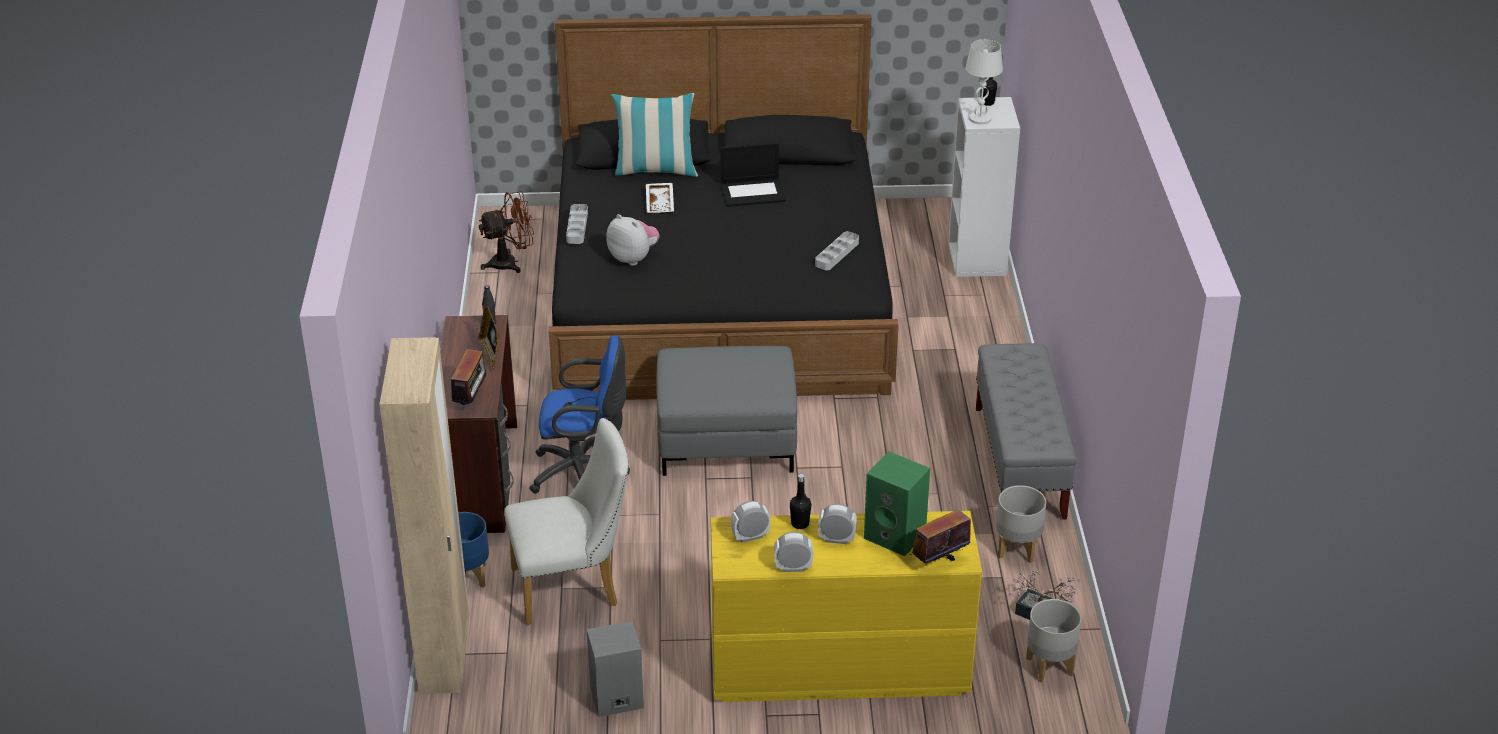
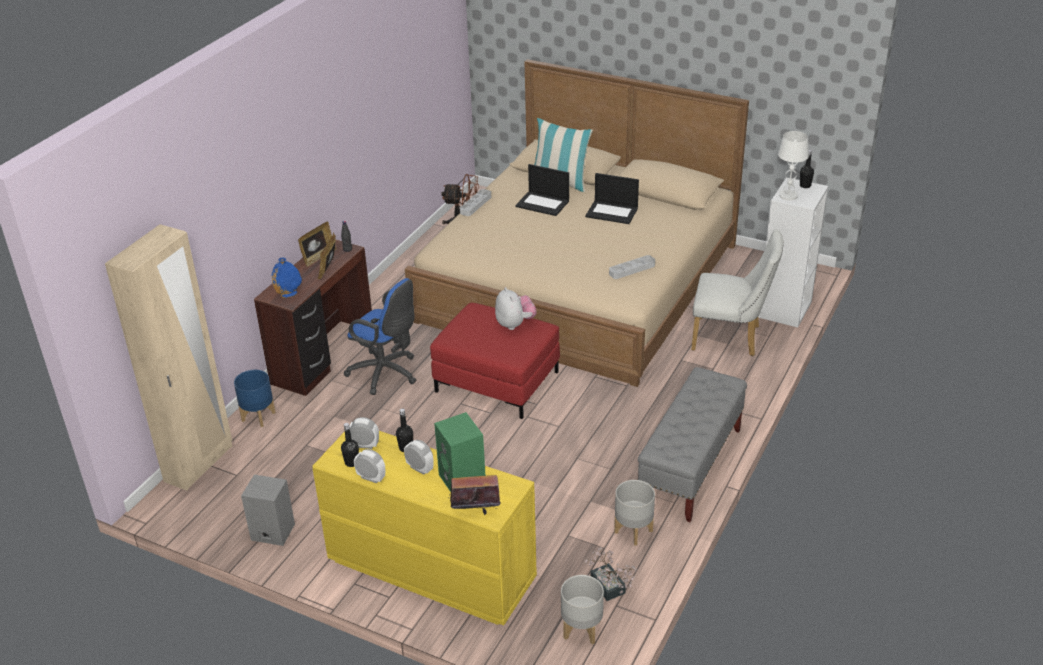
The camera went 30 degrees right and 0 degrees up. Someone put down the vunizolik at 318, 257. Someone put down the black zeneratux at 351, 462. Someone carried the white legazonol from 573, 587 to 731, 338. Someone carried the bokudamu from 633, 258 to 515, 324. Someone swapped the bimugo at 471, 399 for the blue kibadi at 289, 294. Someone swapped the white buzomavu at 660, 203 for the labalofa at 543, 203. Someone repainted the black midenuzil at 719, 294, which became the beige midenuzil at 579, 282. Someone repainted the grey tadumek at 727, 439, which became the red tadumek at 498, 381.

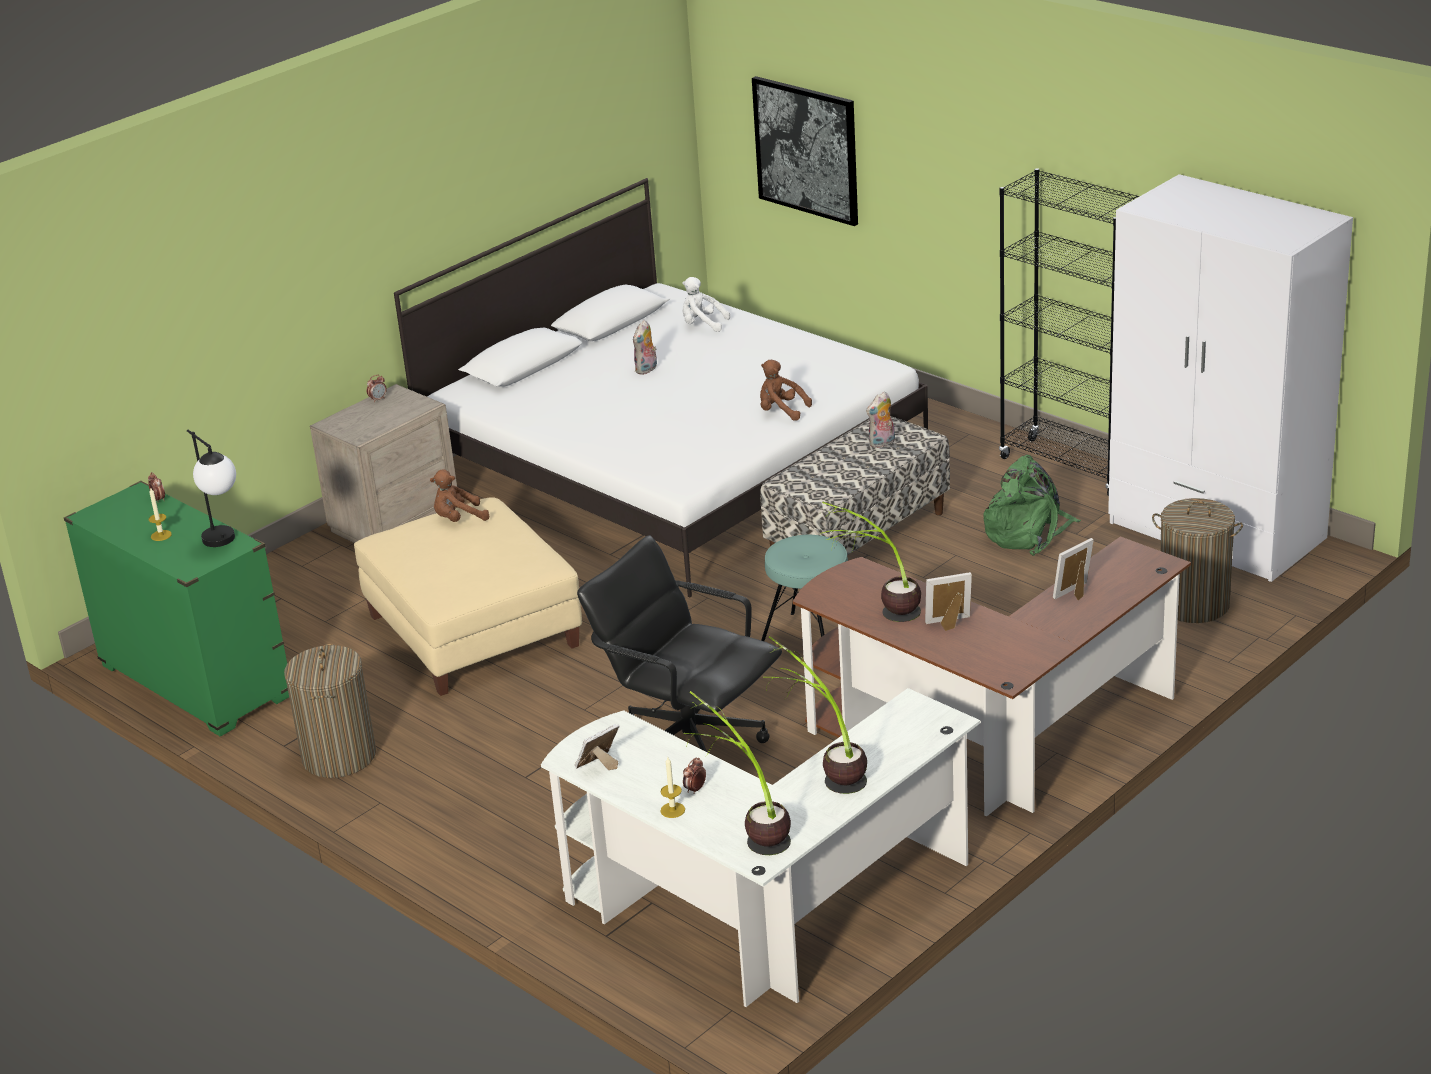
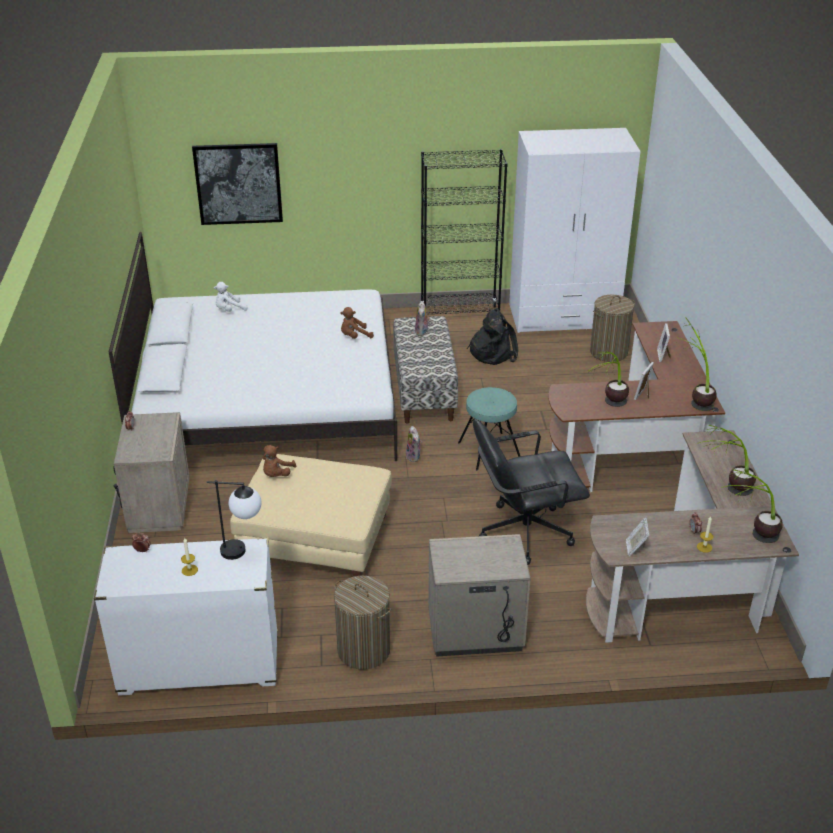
The camera went 50 degrees left and 5 degrees up. Someone put down the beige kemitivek at 475, 632. Someone put down the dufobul at 694, 397. Someone carried the bokudamu from 647, 370 to 414, 457. Someone repainted the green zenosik at 195, 682, which became the white zenosik at 199, 666. Someone repainted the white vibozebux at 763, 912, which became the brown vibozebux at 689, 586. Someone repainted the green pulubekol at 1028, 532, which became the black pulubekol at 492, 352.

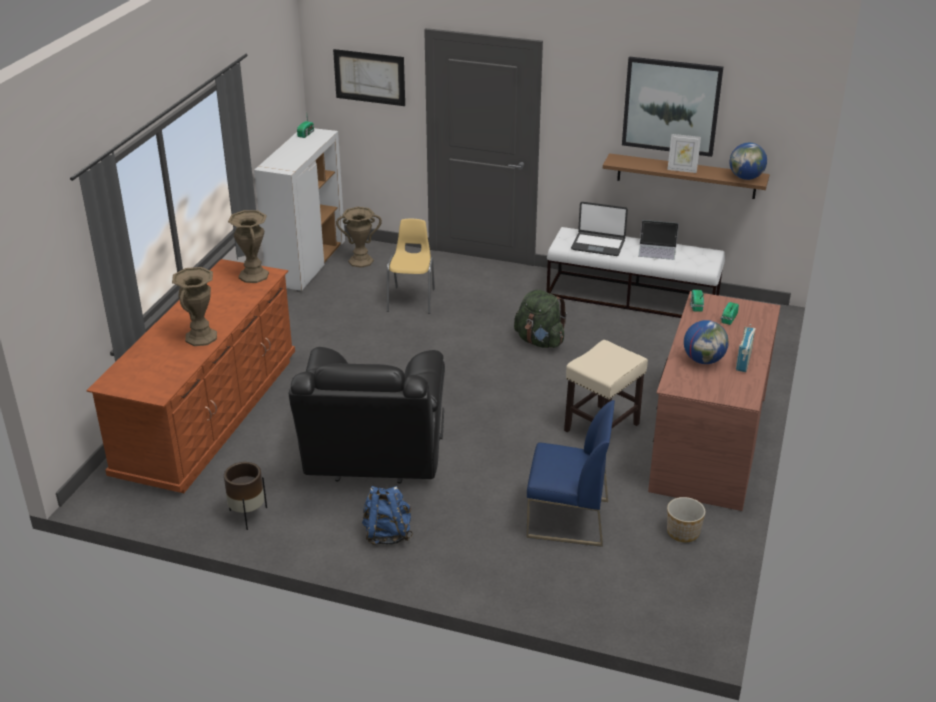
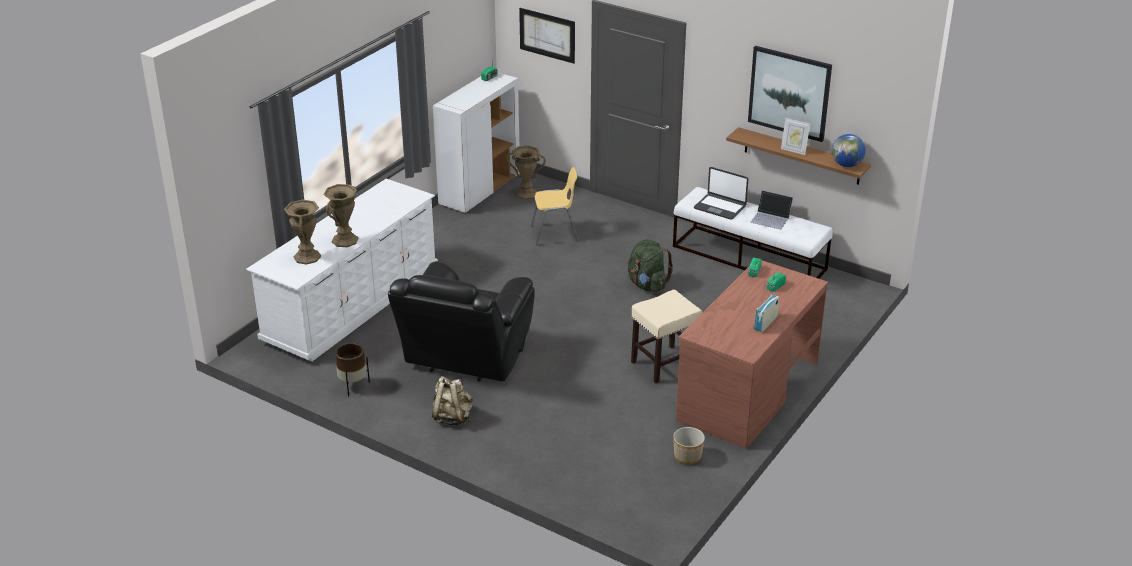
The camera went 15 degrees right and 0 degrees up. Someone took away the blue legazonol at 567, 519. Someone took away the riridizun at 703, 360. Someone carried the brown kibadi from 253, 275 to 307, 257. Someone repainted the brown zenosik at 209, 416, which became the white zenosik at 352, 305. Someone repainted the blue pulubekol at 387, 534, which became the beige pulubekol at 452, 417. Someone rotated the yellow legazonol at 412, 300 by 60 degrees clockwise.

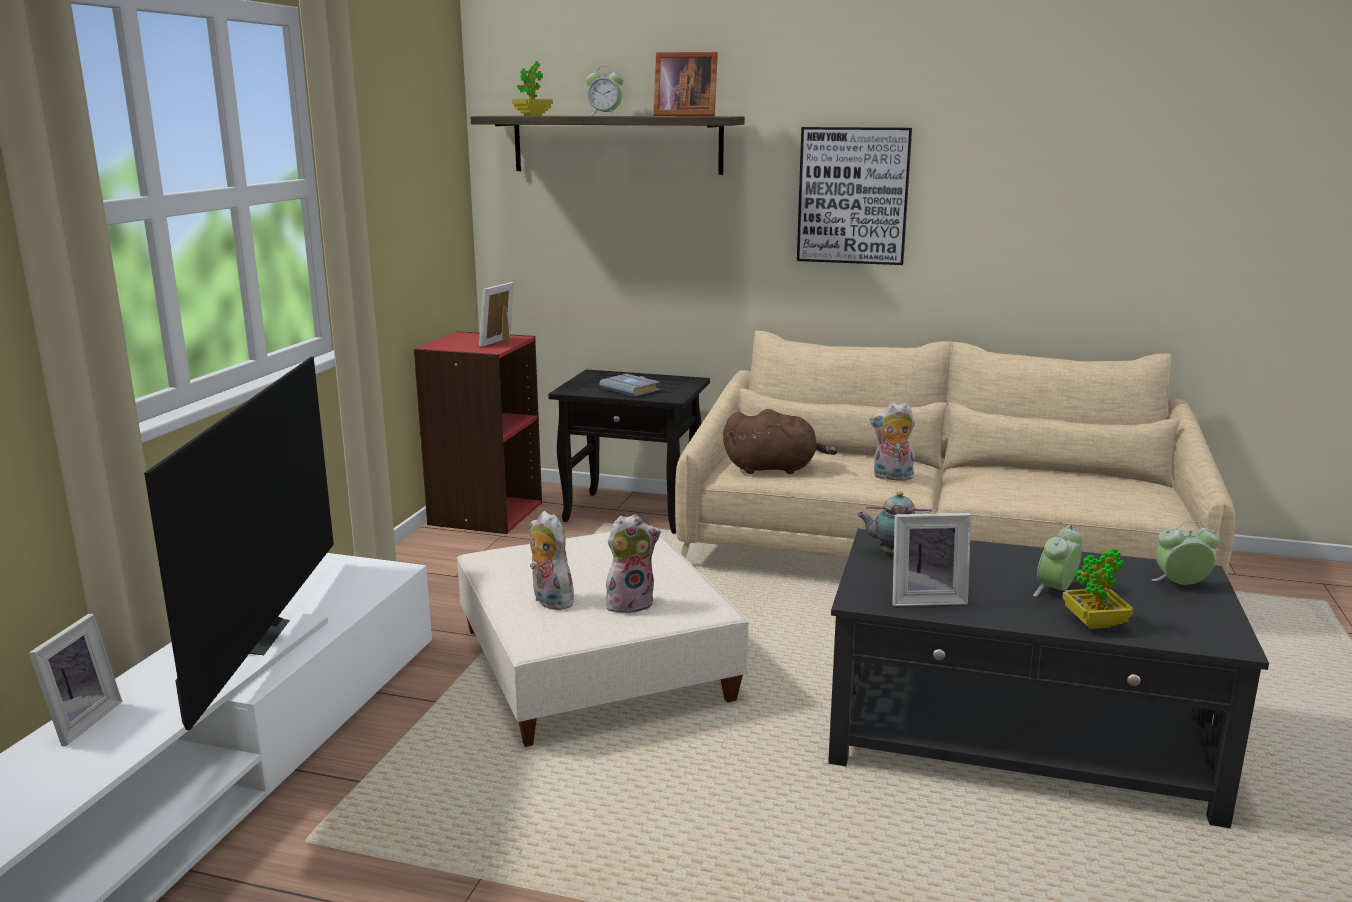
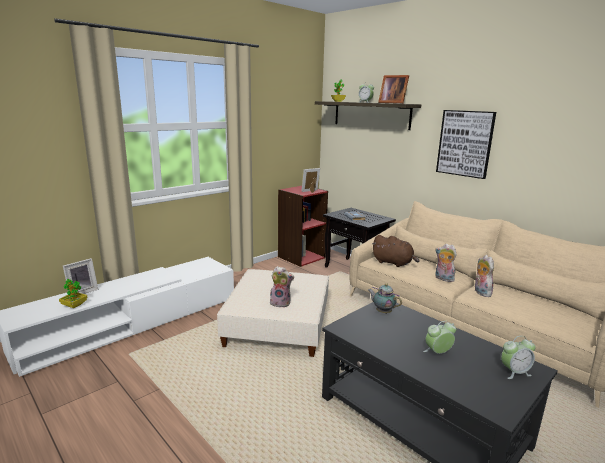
The camera went 30 degrees right and 0 degrees up. Someone took away the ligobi at 252, 636. Someone took away the vunizolik at 926, 598. Someone carried the bokudamu from 549, 601 to 480, 292. Someone carried the dufobul from 1094, 623 to 74, 305. Someone rotated the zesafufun at 1180, 585 by 135 degrees clockwise.

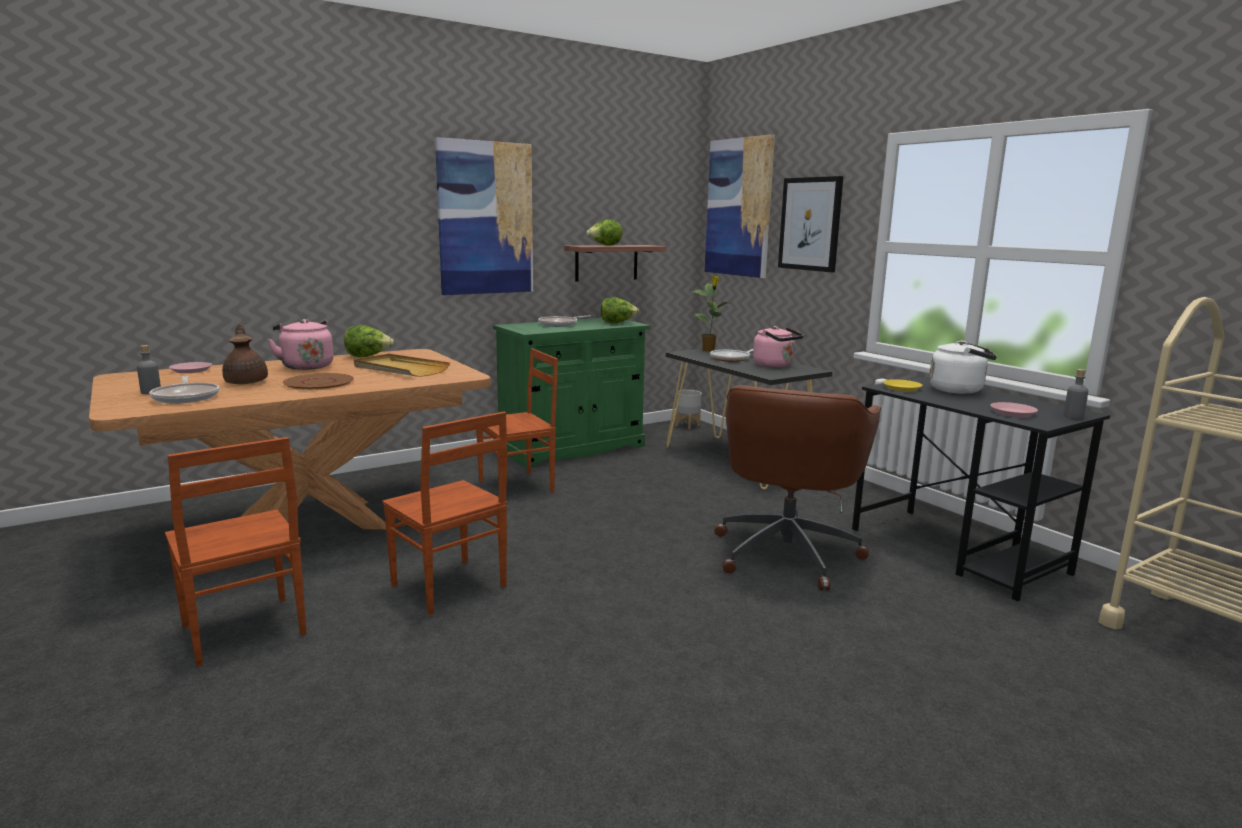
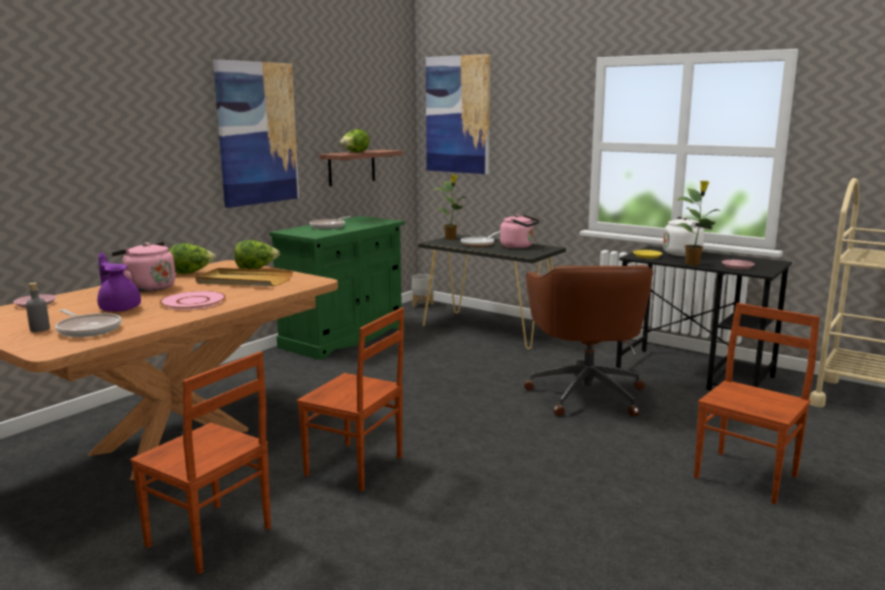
The camera went 20 degrees left and 0 degrees up. Someone took away the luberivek at 810, 224. Someone took away the grey zeneratux at 1073, 416. Someone put down the dufobul at 693, 264. Someone carried the brown legazonol from 518, 486 to 747, 476. Someone carried the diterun from 617, 323 to 256, 269. Someone repainted the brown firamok at 247, 382, which became the purple firamok at 119, 308. Someone repainted the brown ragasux at 319, 383, which became the pink ragasux at 193, 301.

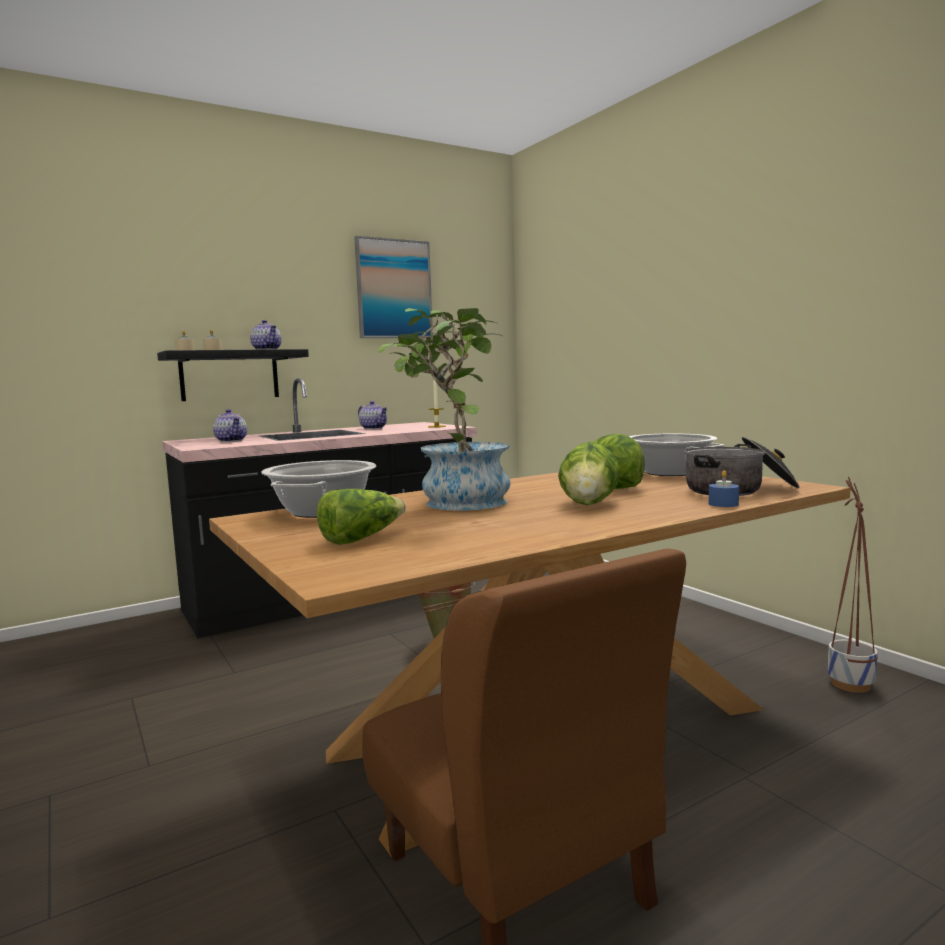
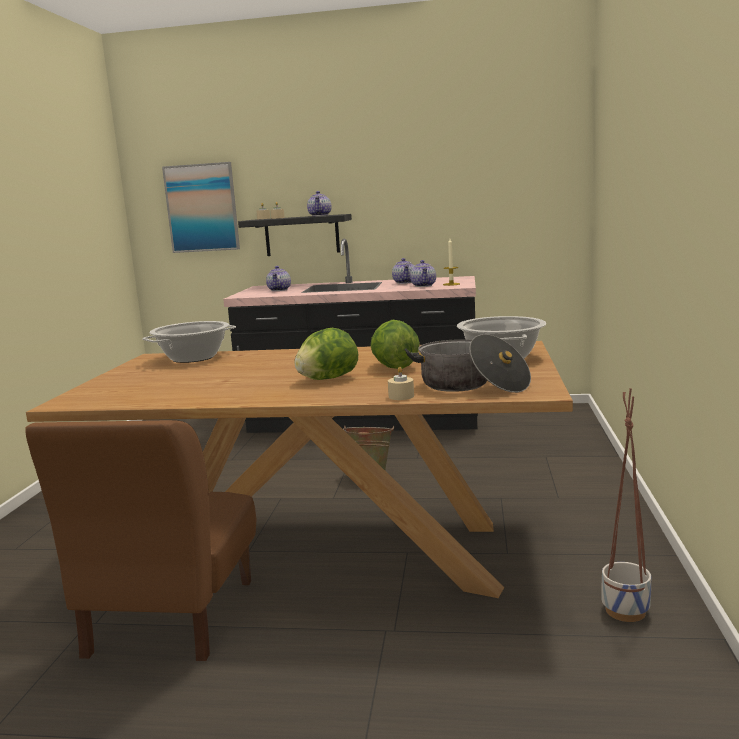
The camera went 40 degrees right and 5 degrees up. Someone took away the diterun at 361, 538. Someone took away the dufobul at 453, 501. Someone put down the firamok at 424, 285. Someone carried the luberivek from 393, 289 to 202, 208. Someone repainted the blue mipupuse at 723, 504, which became the beige mipupuse at 401, 396.

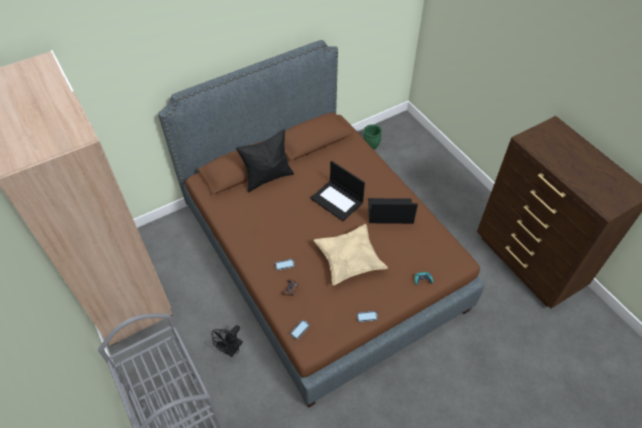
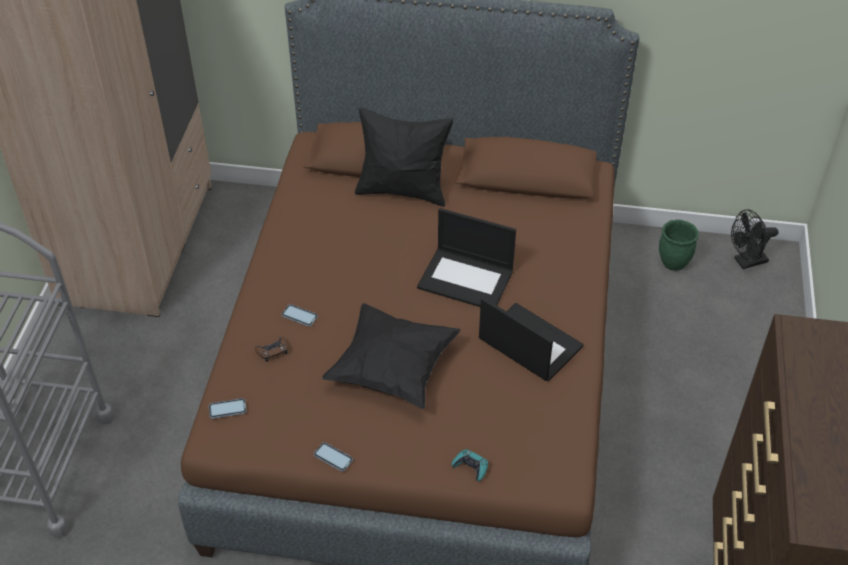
The camera went 40 degrees right and 5 degrees down. Someone carried the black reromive from 231, 350 to 746, 262. Someone repainted the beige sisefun at 349, 261, which became the black sisefun at 392, 369. Someone rotated the labalofa at 337, 200 by 60 degrees counterclockwise.

